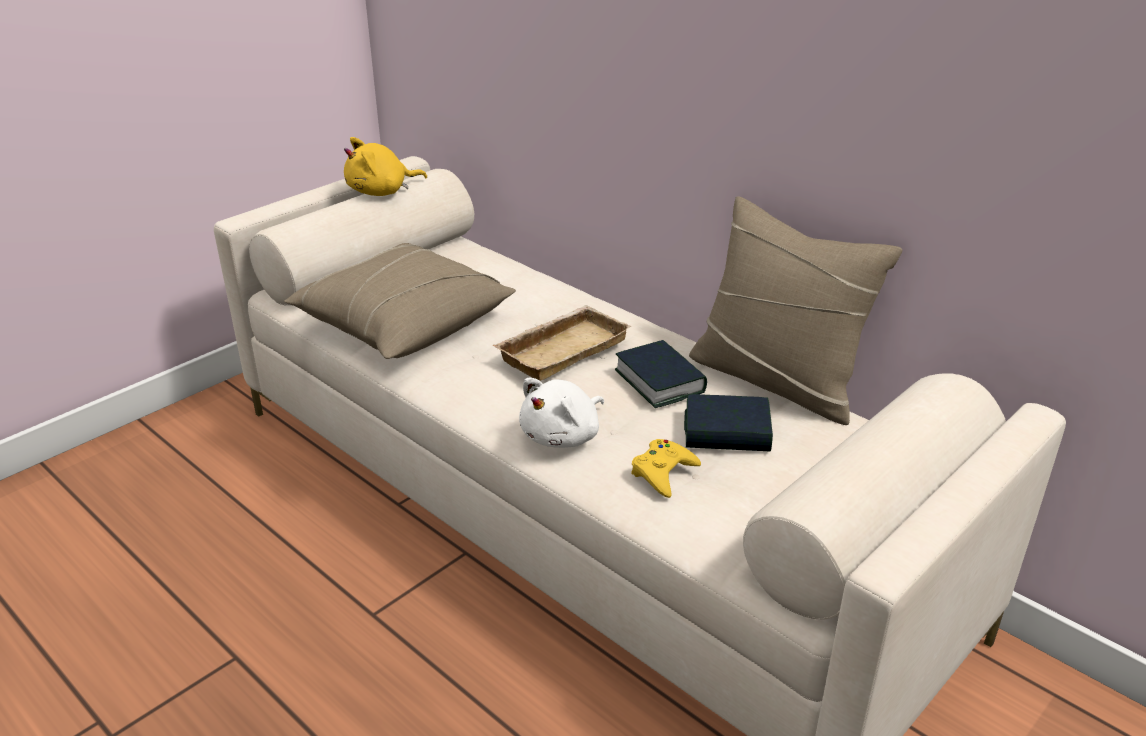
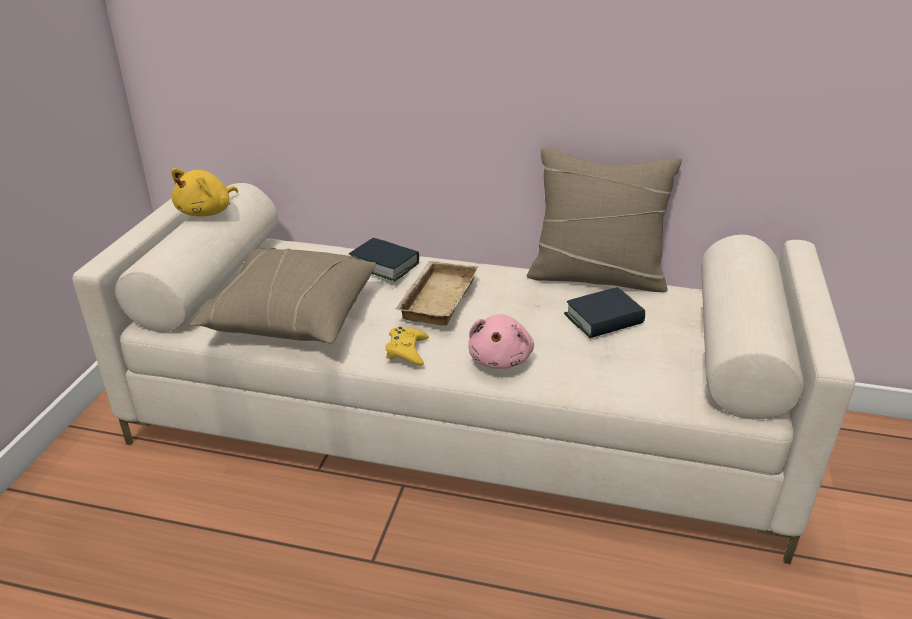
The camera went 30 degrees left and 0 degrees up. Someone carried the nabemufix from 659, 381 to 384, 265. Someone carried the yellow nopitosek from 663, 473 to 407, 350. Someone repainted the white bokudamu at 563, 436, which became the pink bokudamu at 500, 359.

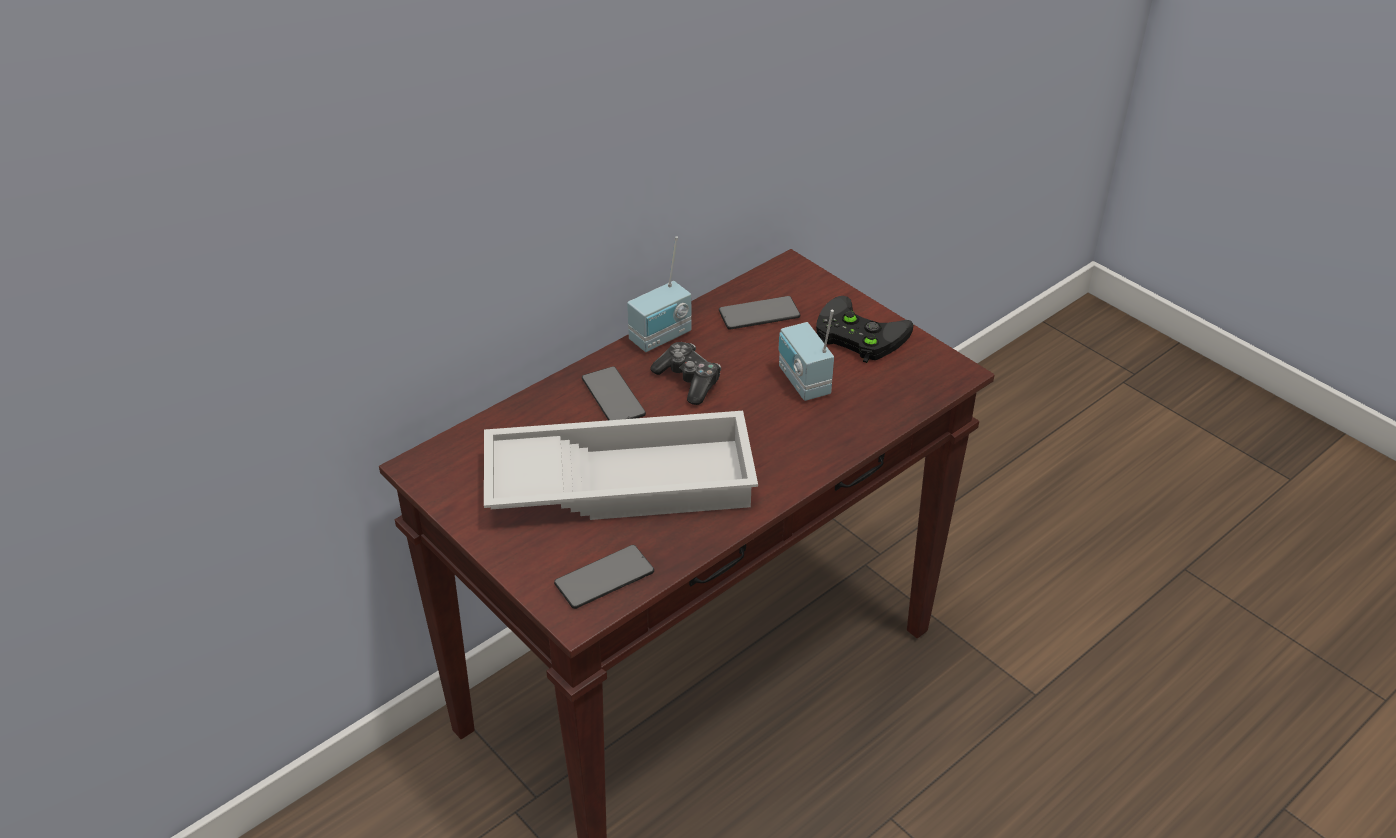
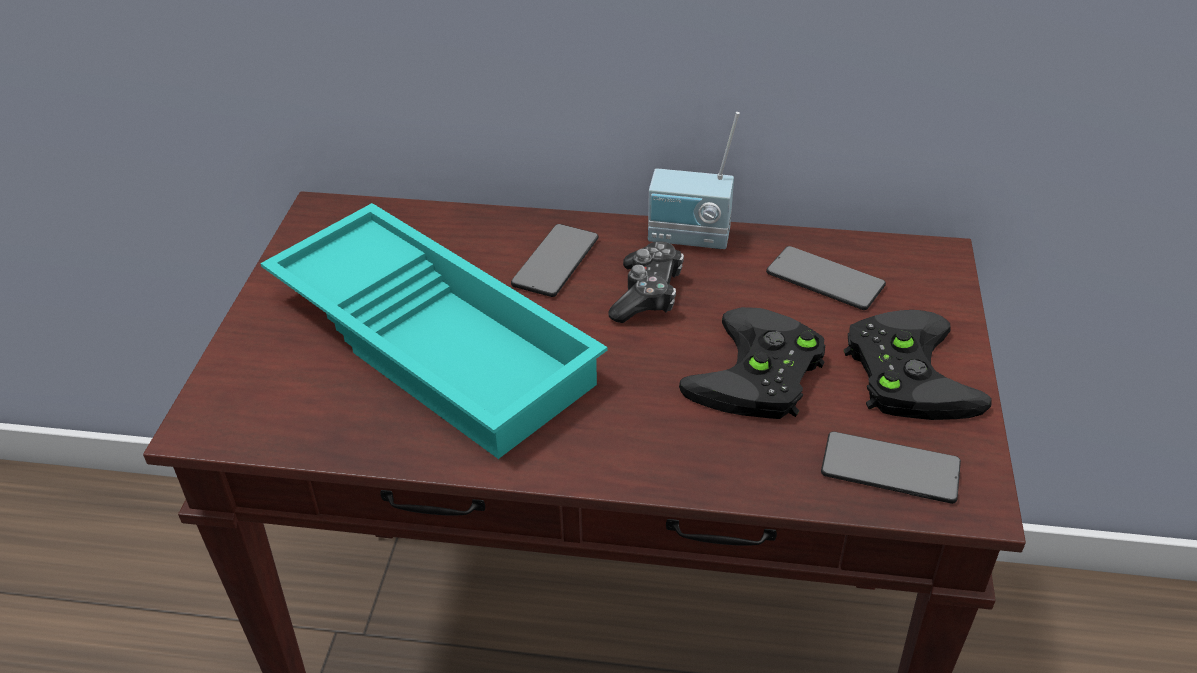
The camera went 50 degrees right and 0 degrees up. Someone carried the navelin from 604, 578 to 890, 469. Someone swapped the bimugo at 802, 382 for the black nopitosek at 759, 377. Someone repainted the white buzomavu at 622, 479, which became the turquoise buzomavu at 438, 339.

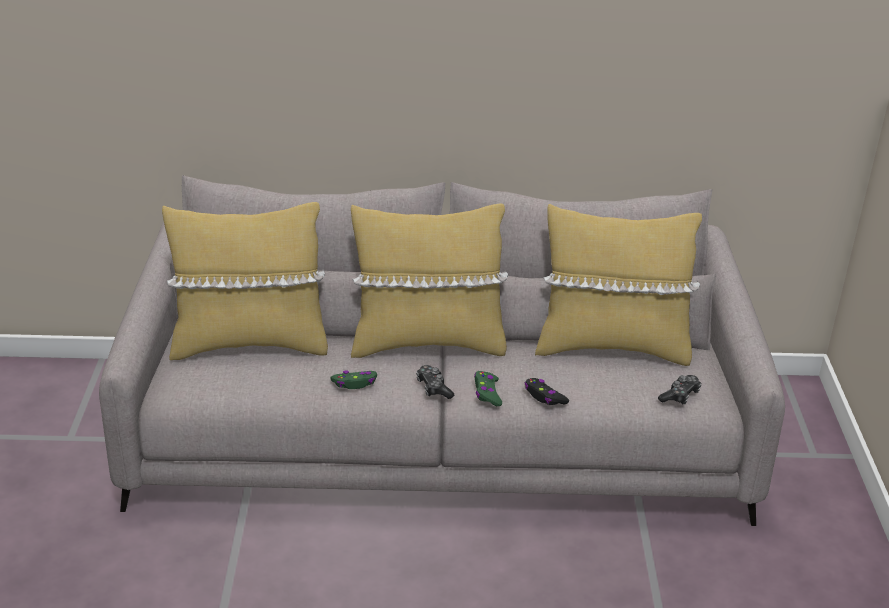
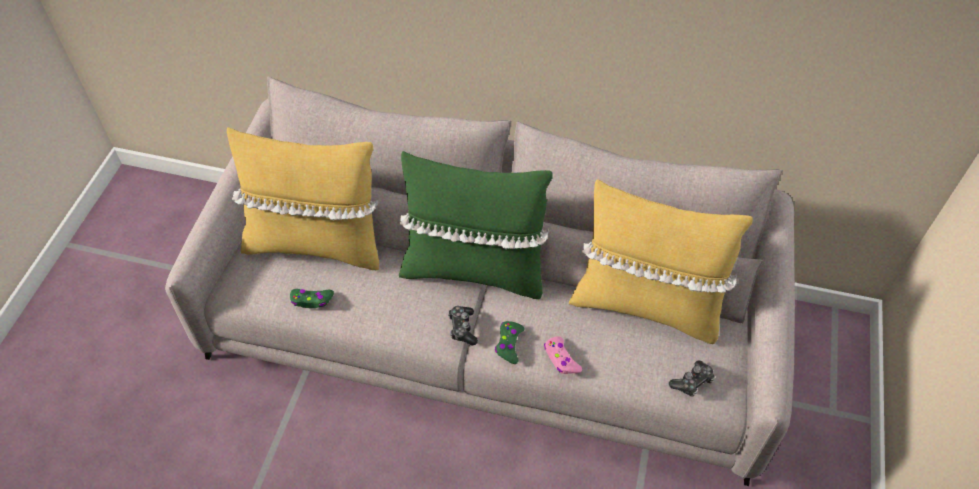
The camera went 15 degrees right and 20 degrees up. Someone carried the green nopitosek from 355, 383 to 312, 300. Someone repainted the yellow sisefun at 427, 343, which became the green sisefun at 474, 269. Someone repainted the black nopitosek at 544, 397, which became the pink nopitosek at 561, 359.

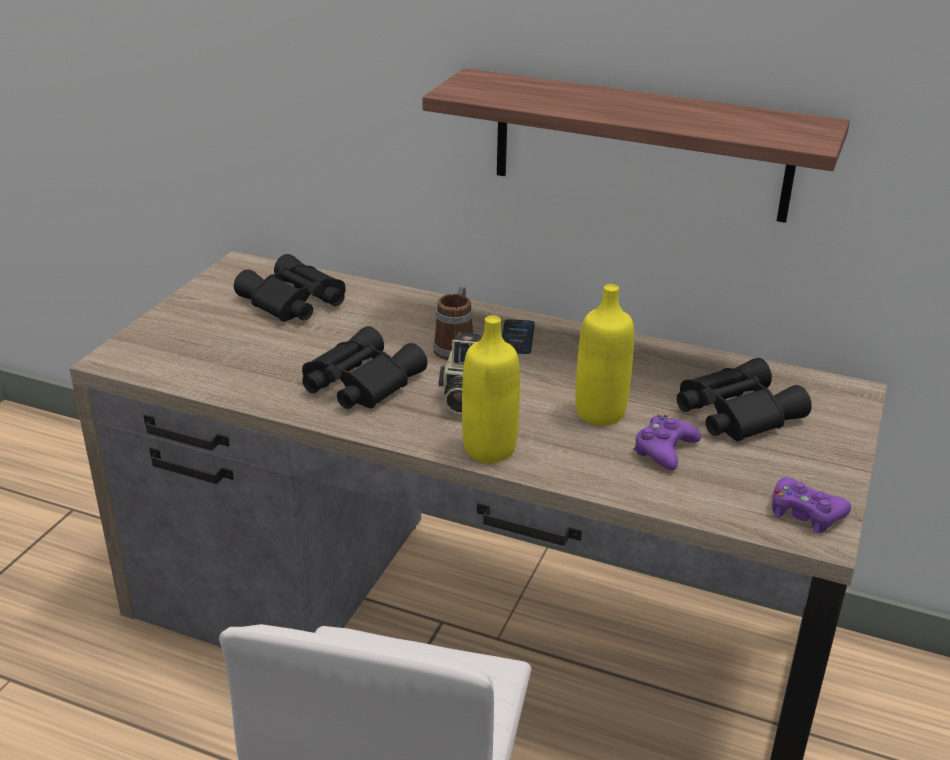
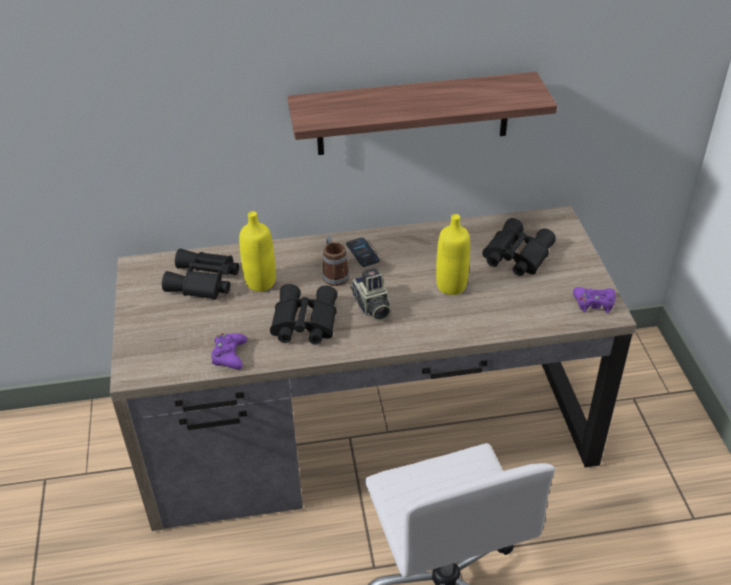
The camera went 30 degrees left and 10 degrees up. Someone carried the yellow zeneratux from 489, 449 to 260, 282. Someone carried the purple nopitosek from 664, 450 to 229, 355.

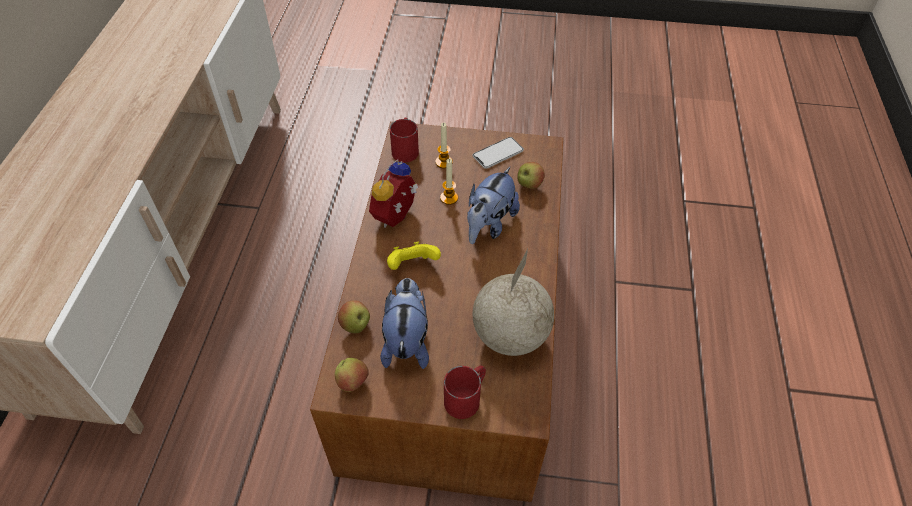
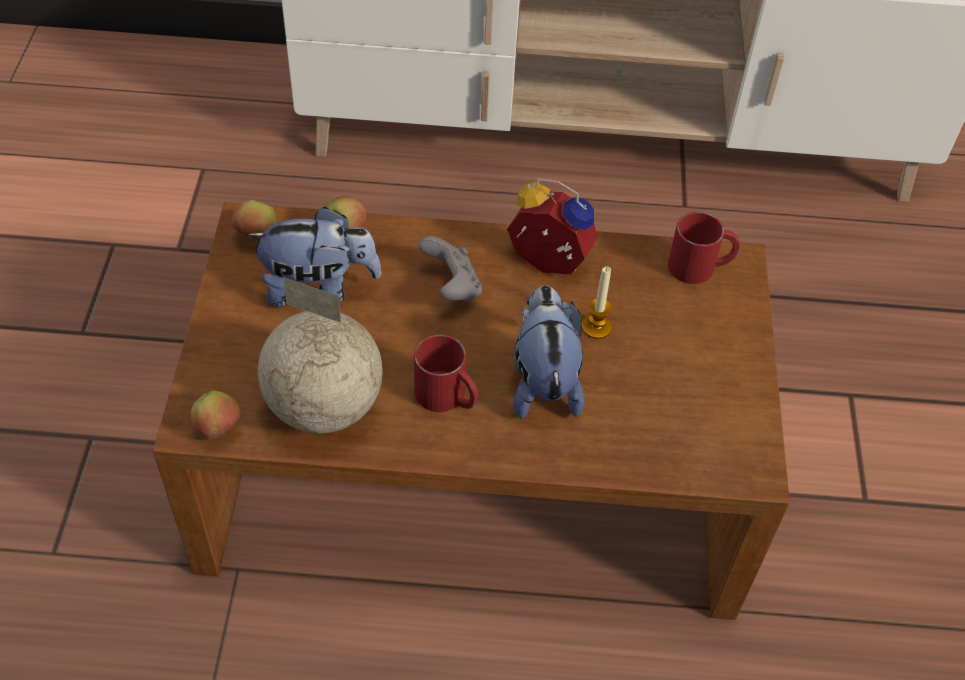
The camera went 85 degrees right and 0 degrees up. Someone took away the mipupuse at 444, 162. Someone took away the navelin at 498, 153. Someone carried the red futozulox from 467, 397 to 448, 397. Someone carried the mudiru from 529, 185 to 219, 430. Someone repainted the yellow nopitosek at 412, 265, which became the grey nopitosek at 452, 287. Someone rotated the bokudamu at 489, 225 by 60 degrees clockwise.

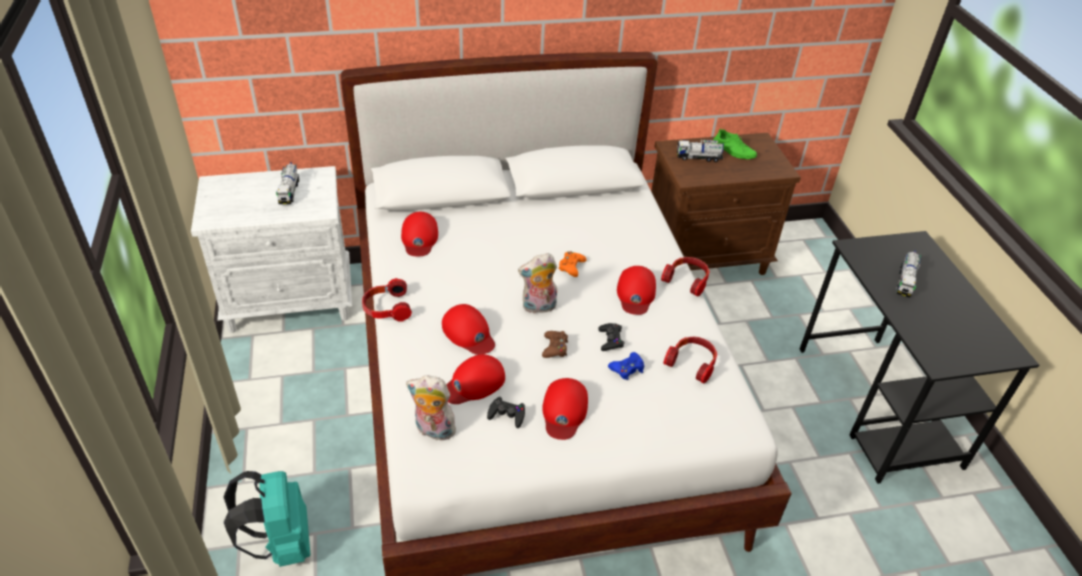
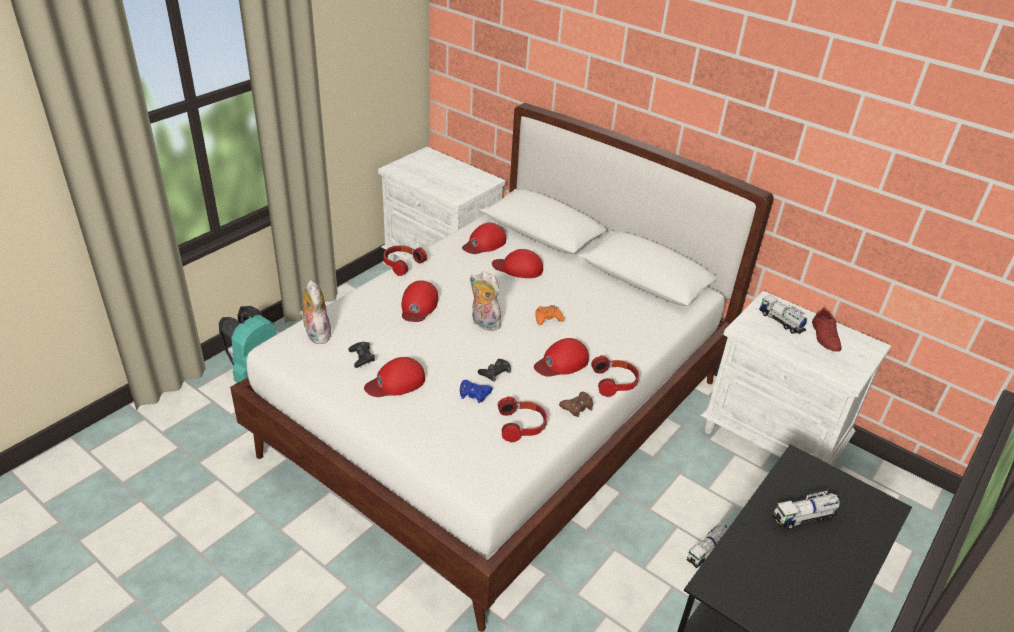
The camera went 50 degrees right and 5 degrees down. Someone carried the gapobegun from 289, 191 to 706, 551. Someone carried the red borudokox from 473, 383 to 518, 268. Someone carried the brown nopitosek from 555, 348 to 577, 407. Someone repainted the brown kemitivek at 705, 257, which became the white kemitivek at 773, 439. Someone repainted the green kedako at 733, 151, which became the red kedako at 825, 336.

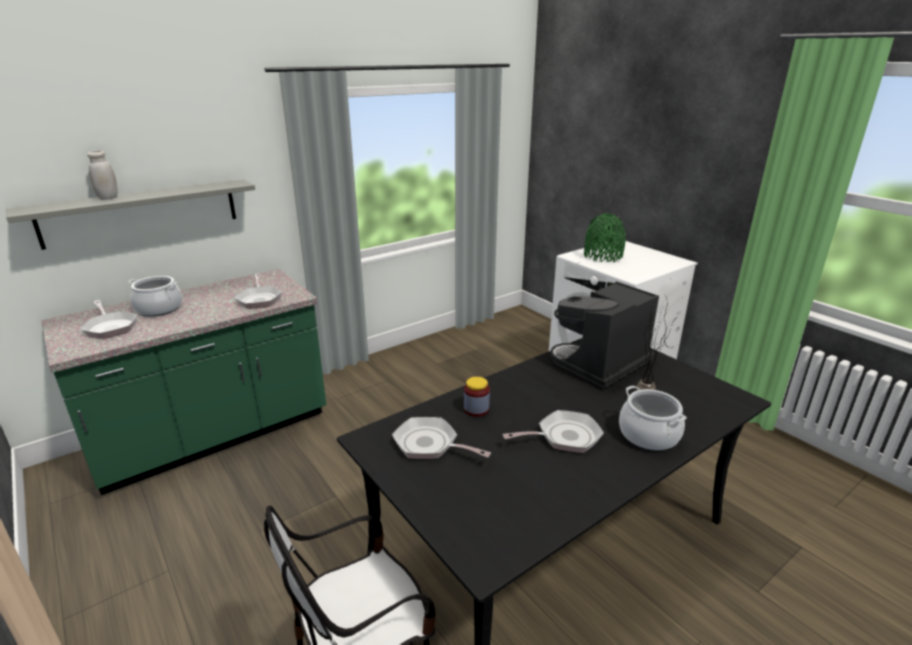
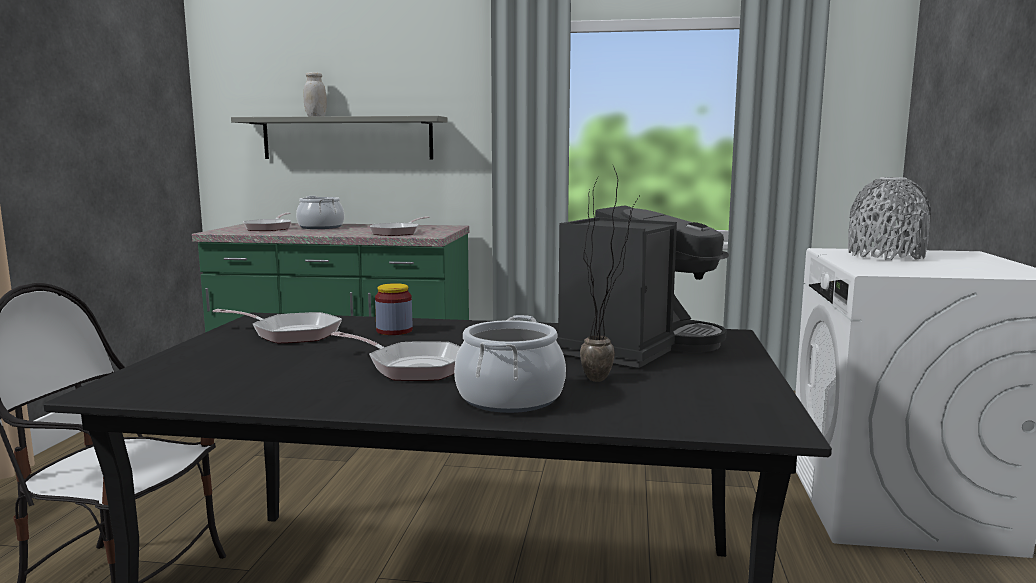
The camera went 45 degrees right and 15 degrees down. Someone repainted the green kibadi at 603, 256, which became the grey kibadi at 885, 256. Someone rotated the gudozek at 430, 444 by 120 degrees clockwise. Someone rotated the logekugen at 600, 364 by 120 degrees clockwise.

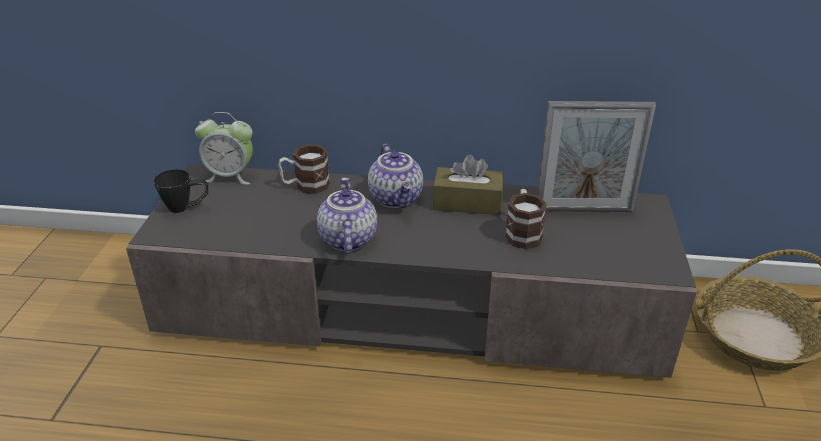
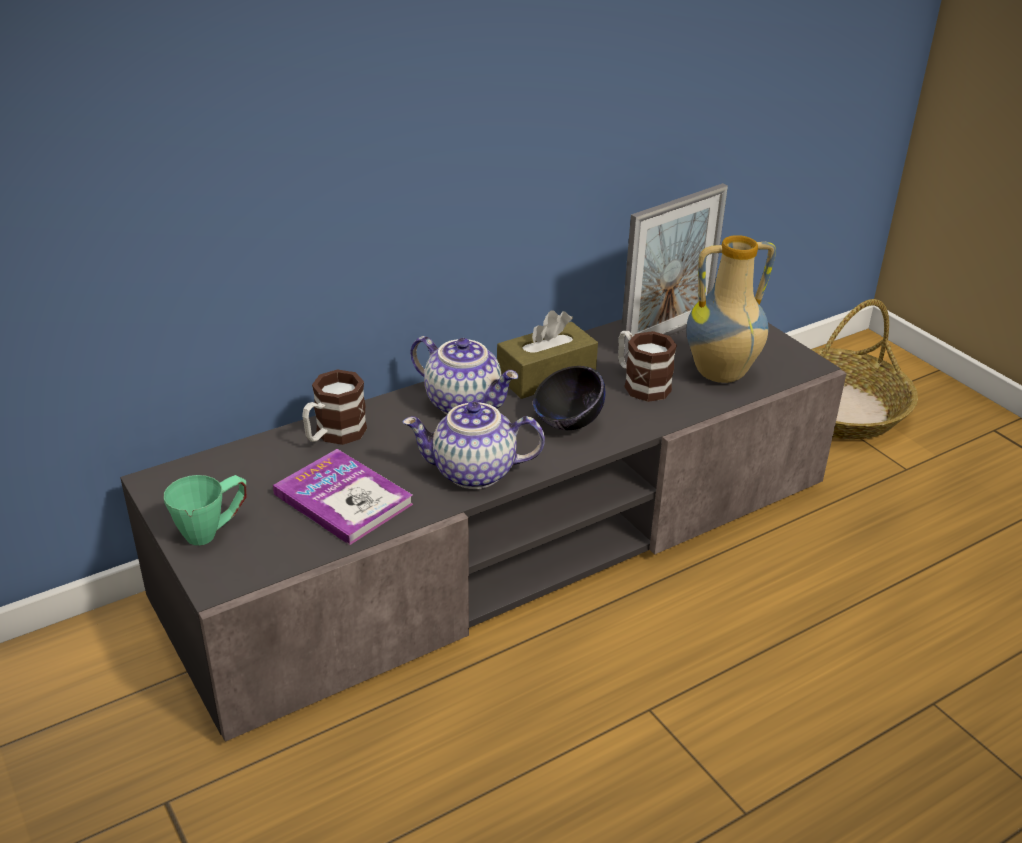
The camera went 40 degrees left and 0 degrees up. Someone took away the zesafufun at 230, 176. Someone put down the nabemufix at 343, 499. Someone put down the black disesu at 567, 423. Someone put down the kibadi at 720, 375. Someone repainted the black futozulox at 186, 208, which became the green futozulox at 213, 531. Someone rotated the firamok at 346, 239 by 45 degrees counterclockwise.

